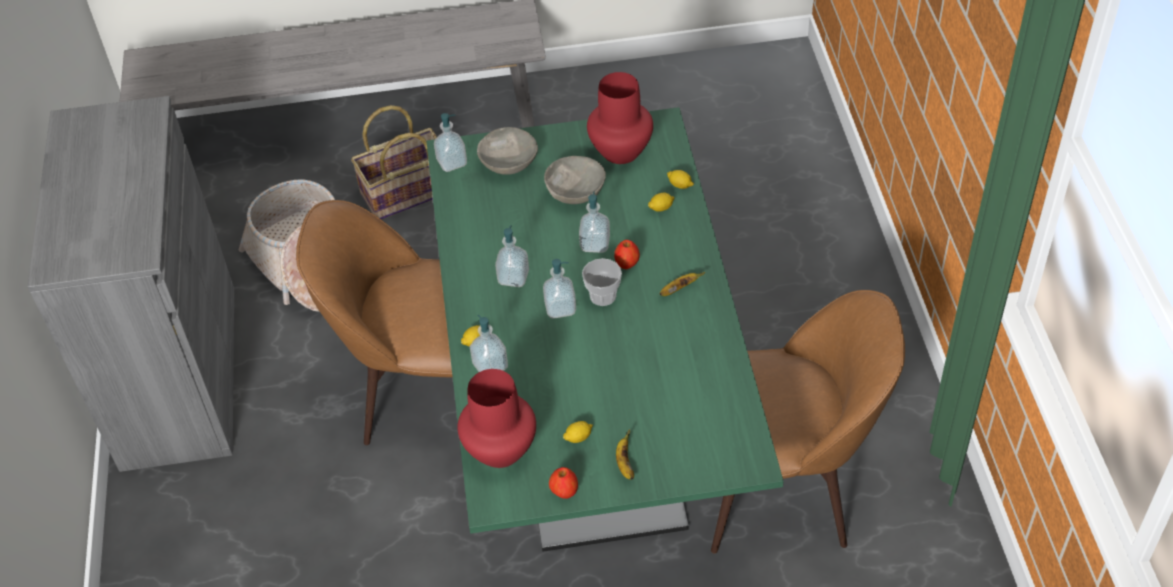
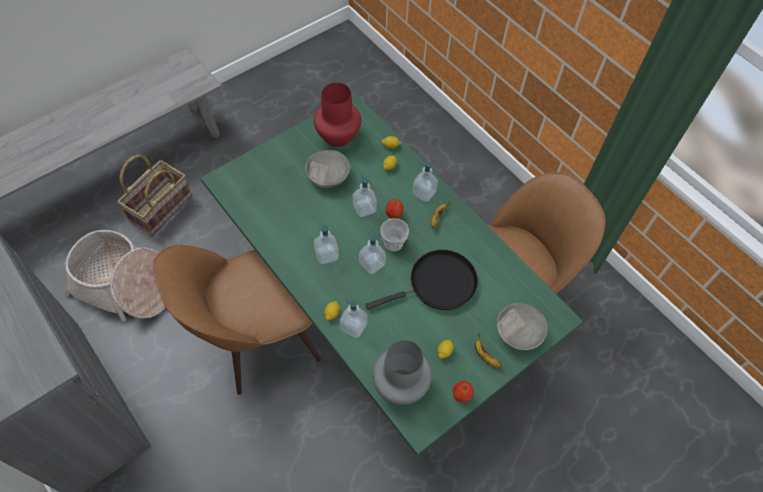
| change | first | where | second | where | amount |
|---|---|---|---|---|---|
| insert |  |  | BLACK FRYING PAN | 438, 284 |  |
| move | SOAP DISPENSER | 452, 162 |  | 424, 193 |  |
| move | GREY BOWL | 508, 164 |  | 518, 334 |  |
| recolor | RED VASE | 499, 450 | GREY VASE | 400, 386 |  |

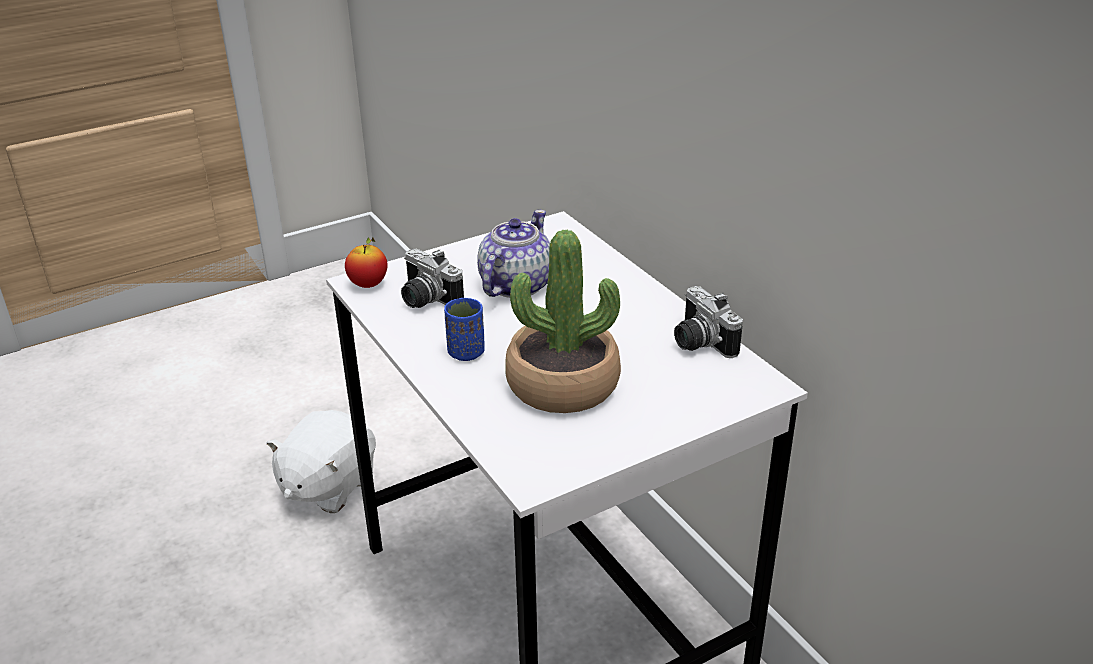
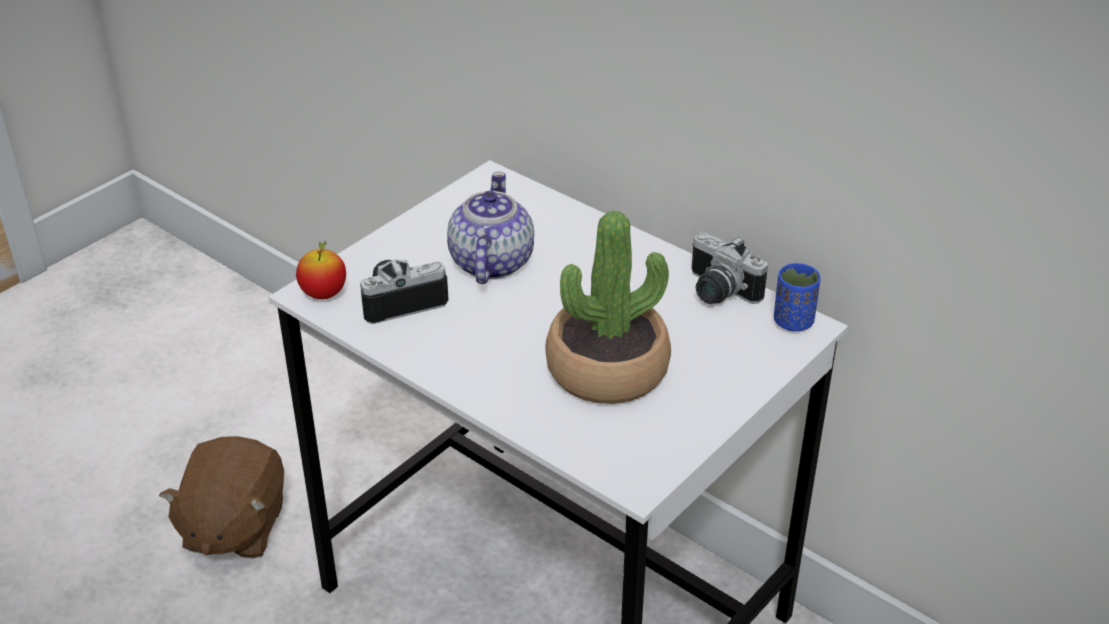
| change | first | where | second | where | amount |
|---|---|---|---|---|---|
| move | BLUE CUP | 466, 353 |  | 793, 322 |  |
| recolor | WHITE PLUSH TOY | 327, 486 | BROWN PLUSH TOY | 233, 527 |  |
| rotate | PHOTO CAMERA | 425, 300 |  | 400, 300 | 135 degrees clockwise |

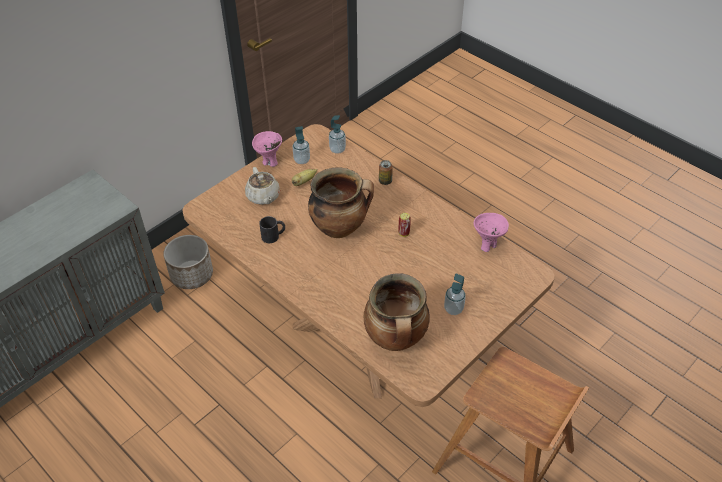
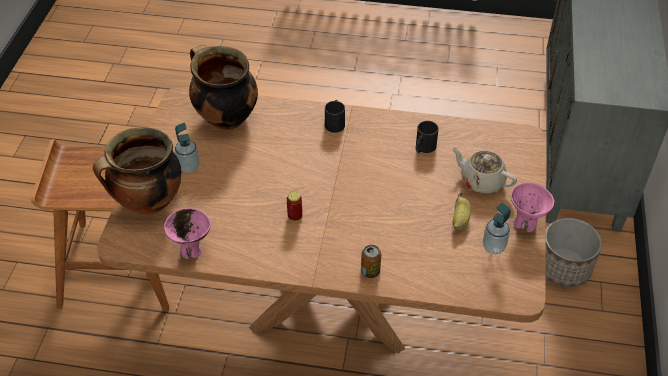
| change | first | where | second | where | amount |
|---|---|---|---|---|---|
| delete | SOAP DISPENSER | 337, 149 |  |  |  |
| insert |  |  | BLACK MUG | 335, 122 |  |
| move | COOKING POT | 340, 228 |  | 148, 203 |  |

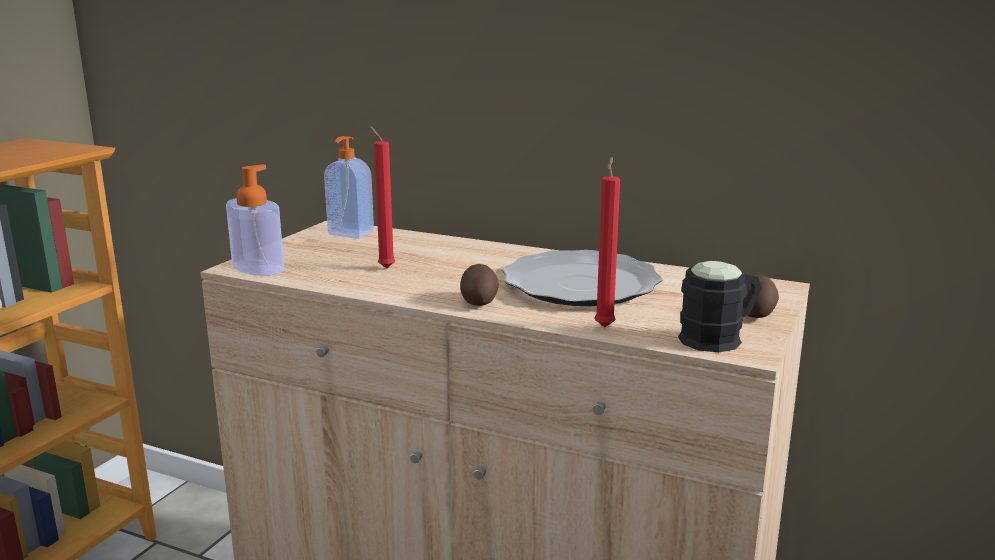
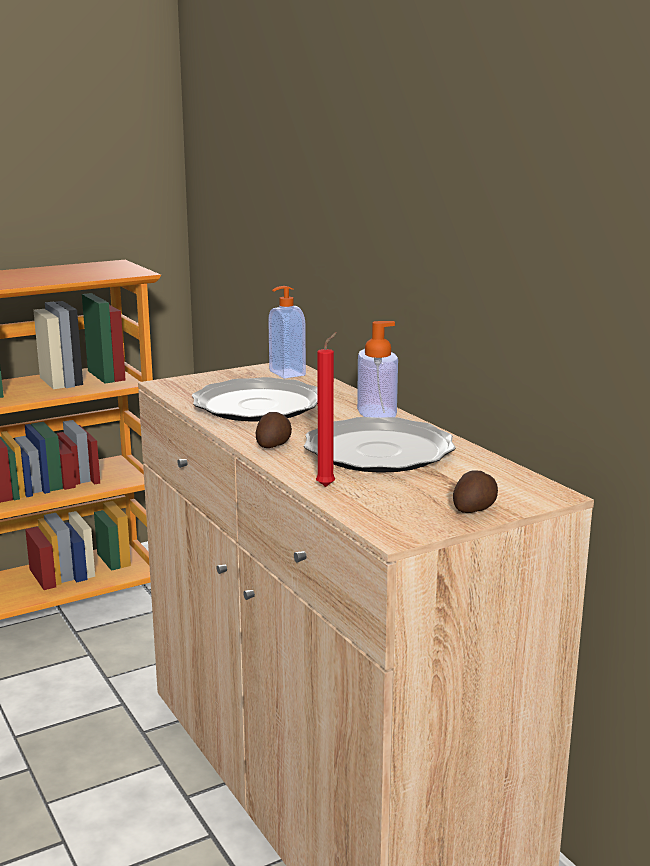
| change | first | where | second | where | amount |
|---|---|---|---|---|---|
| delete | BLACK MUG | 719, 338 |  |  |  |
| move | SOAP DISPENSER | 258, 268 |  | 376, 412 |  |
| replace | RED CANDLE | 384, 267 | PLATE | 259, 405 |  |

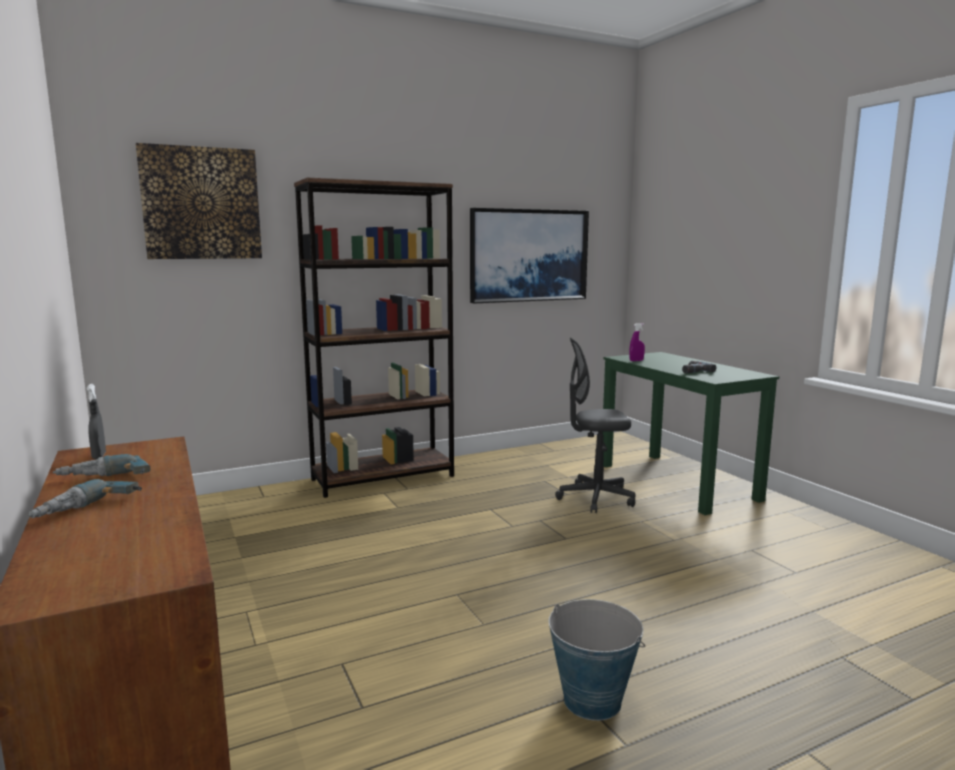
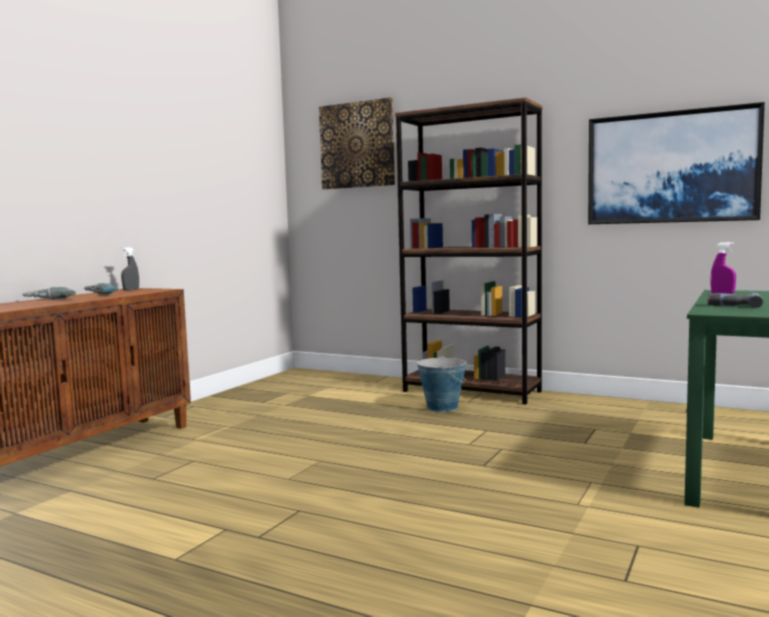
| change | first | where | second | where | amount |
|---|---|---|---|---|---|
| delete | GREY OFFICE CHAIR | 595, 498 |  |  |  |
| move | BUCKET | 591, 700 |  | 442, 407 |  |

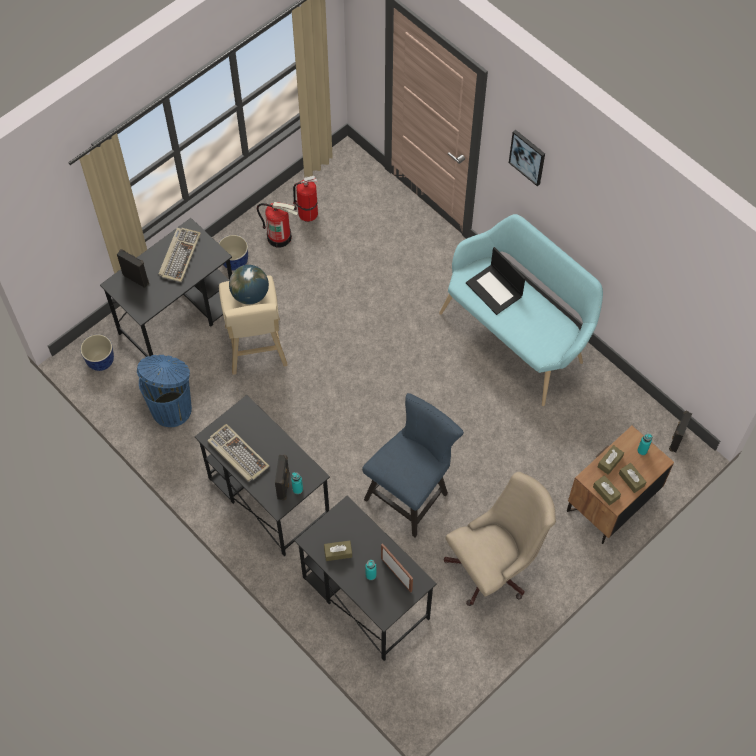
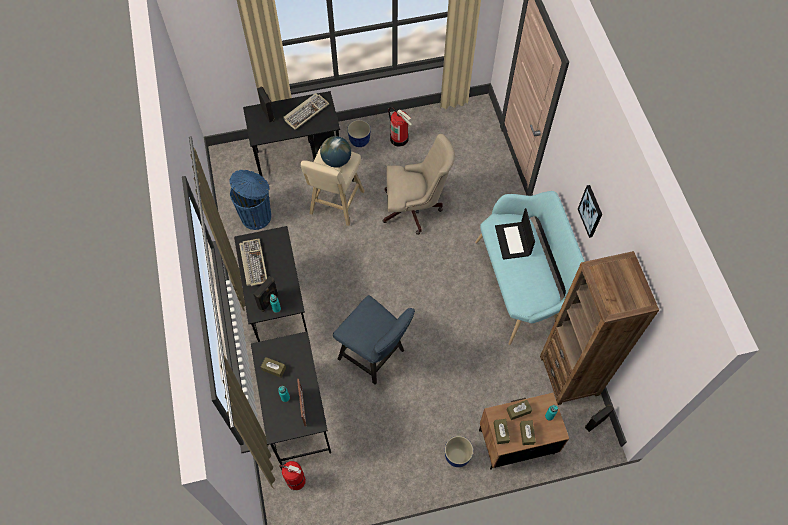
| change | first | where | second | where | amount |
|---|---|---|---|---|---|
| insert |  |  | BROWN BOOKCASE | 569, 375 |  |
| move | PLANTER | 100, 361 |  | 457, 456 |  |
| move | FIRE EXTINGUISHER | 307, 213 |  | 295, 480 |  |
| move | BEIGE OFFICE CHAIR | 494, 566 |  | 415, 209 |  |
| move | PICTURE | 527, 157 |  | 591, 211 |  |
| rotate | BLUE CHAIR | 411, 493 |  | 375, 356 | 60 degrees clockwise |

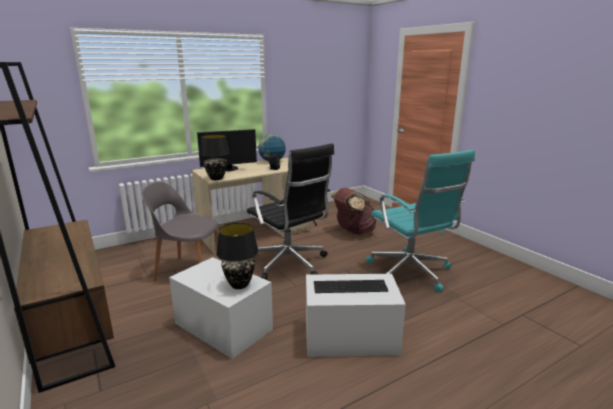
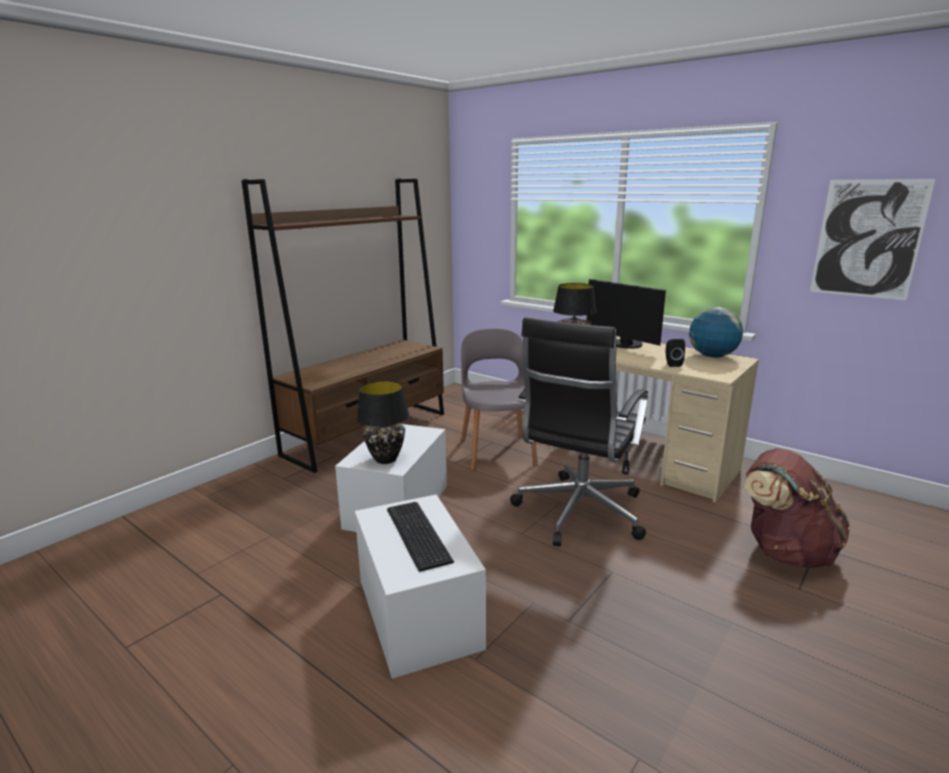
| change | first | where | second | where | amount |
|---|---|---|---|---|---|
| delete | TURQUOISE OFFICE CHAIR | 410, 273 |  |  |  |
| insert |  |  | PICTURE | 868, 239 |  |

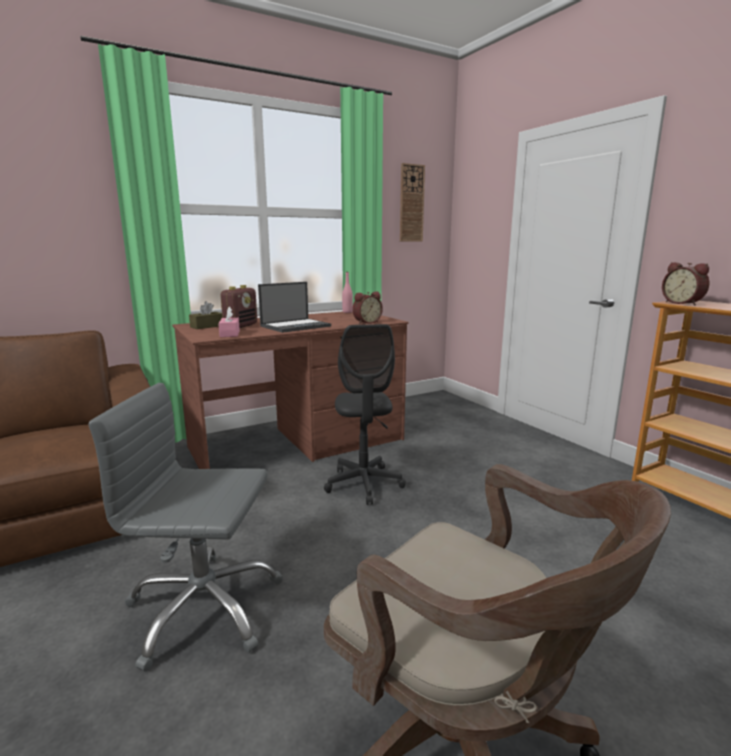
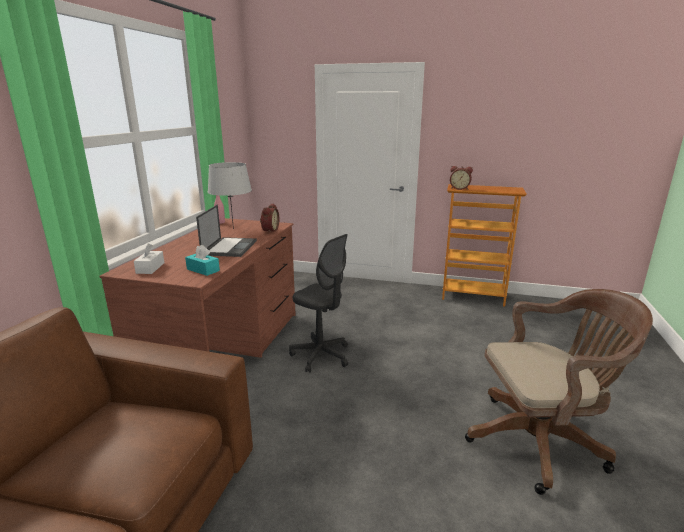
| change | first | where | second | where | amount |
|---|---|---|---|---|---|
| delete | GREY OFFICE CHAIR | 204, 609 |  |  |  |
| delete | RADIO | 240, 326 |  |  |  |
| delete | WALL CLOCK | 411, 203 |  |  |  |
| insert |  |  | GREY TABLE LAMP | 233, 229 |  |
| recolor | BROWN TISSUE BOX | 207, 326 | WHITE TISSUE BOX | 150, 268 |  |
| recolor | PINK TISSUE BOX | 229, 334 | TURQUOISE TISSUE BOX | 203, 270 |  |

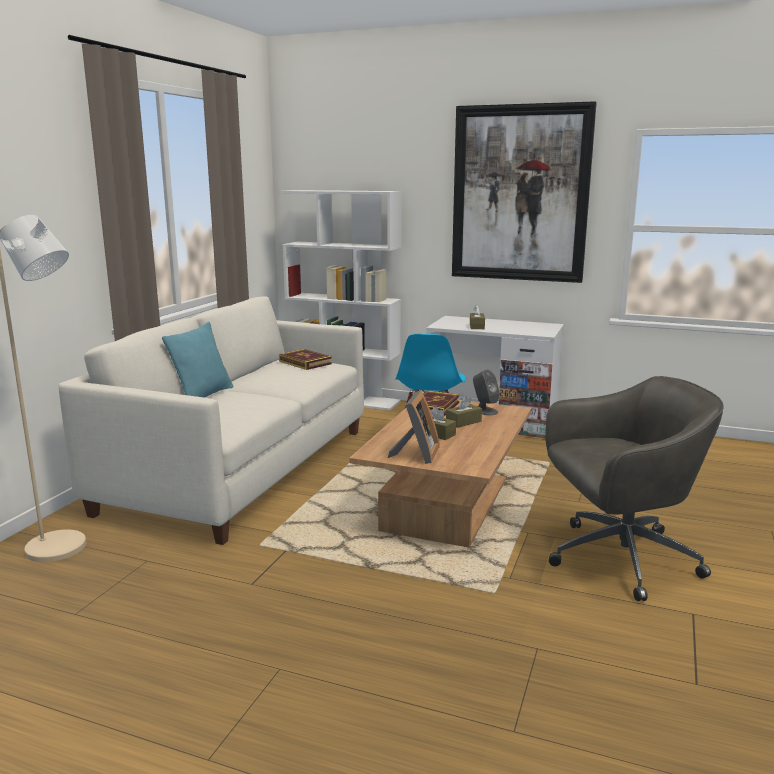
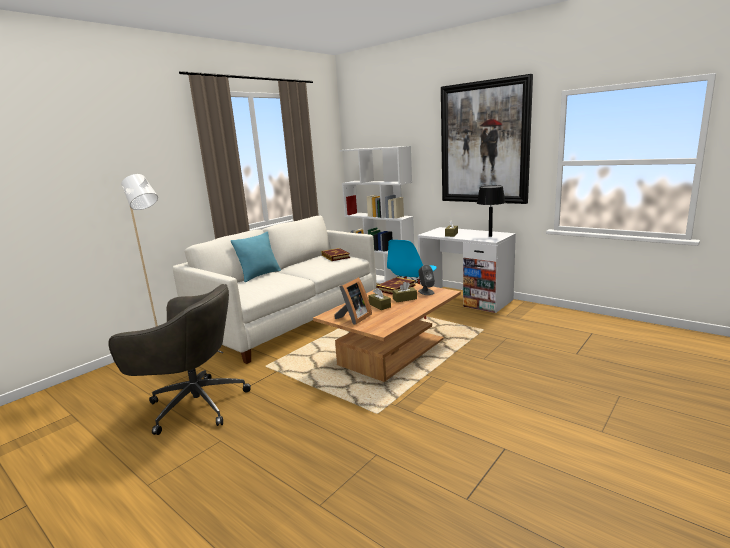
| change | first | where | second | where | amount |
|---|---|---|---|---|---|
| insert |  |  | BLACK TABLE LAMP | 490, 236 |  |
| move | GREY OFFICE CHAIR | 618, 559 |  | 194, 404 |  |

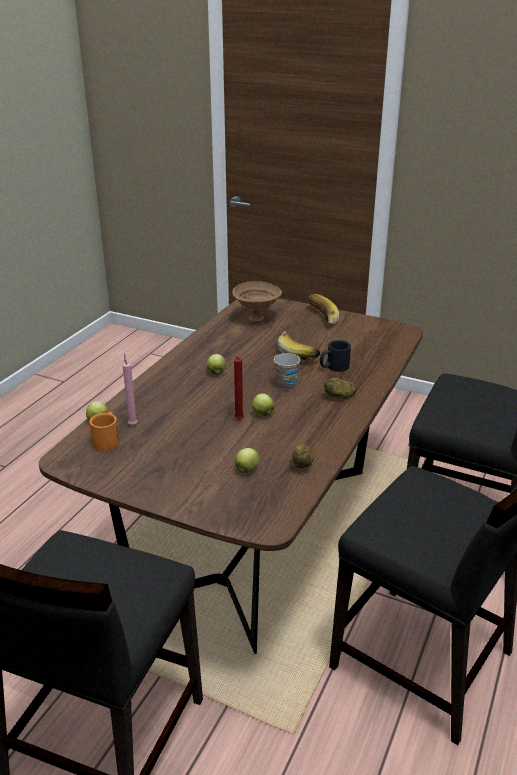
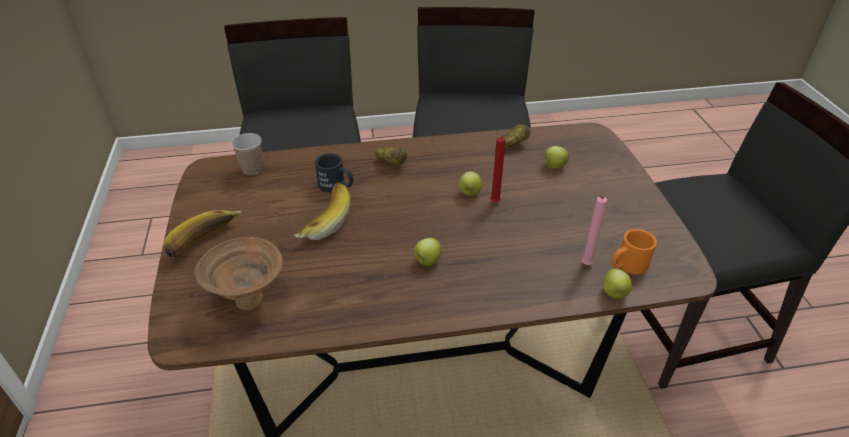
| change | first | where | second | where | amount |
|---|---|---|---|---|---|
| move | CUP | 286, 385 |  | 252, 169 |  |

